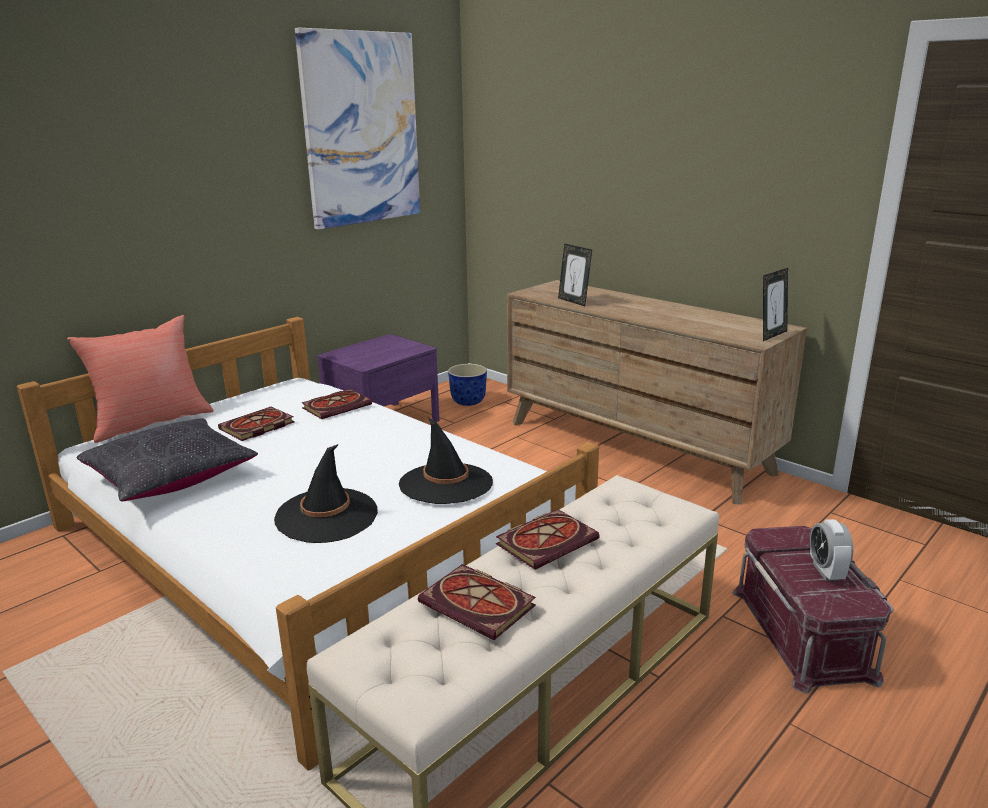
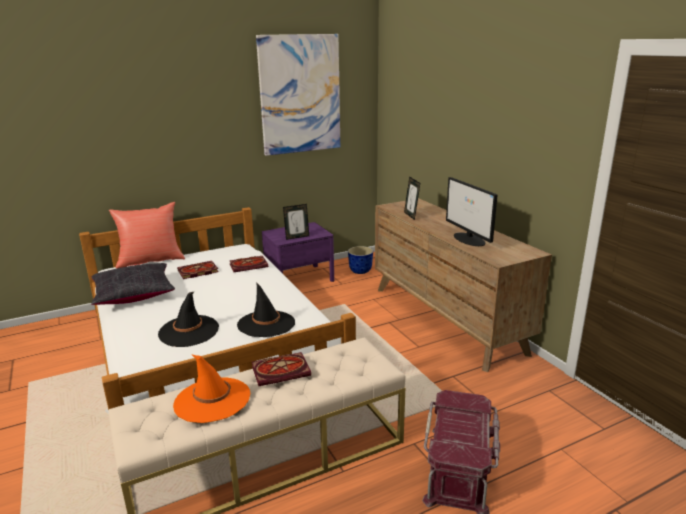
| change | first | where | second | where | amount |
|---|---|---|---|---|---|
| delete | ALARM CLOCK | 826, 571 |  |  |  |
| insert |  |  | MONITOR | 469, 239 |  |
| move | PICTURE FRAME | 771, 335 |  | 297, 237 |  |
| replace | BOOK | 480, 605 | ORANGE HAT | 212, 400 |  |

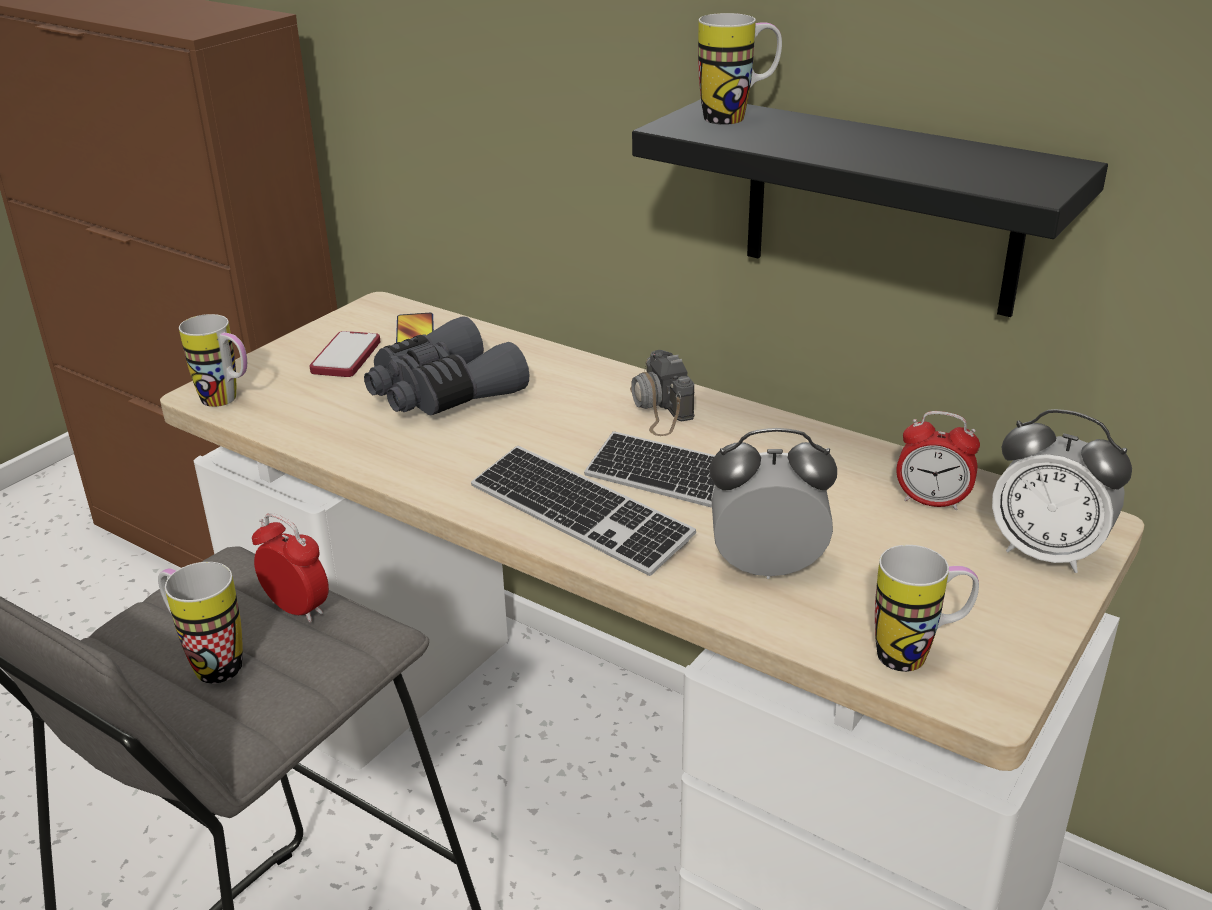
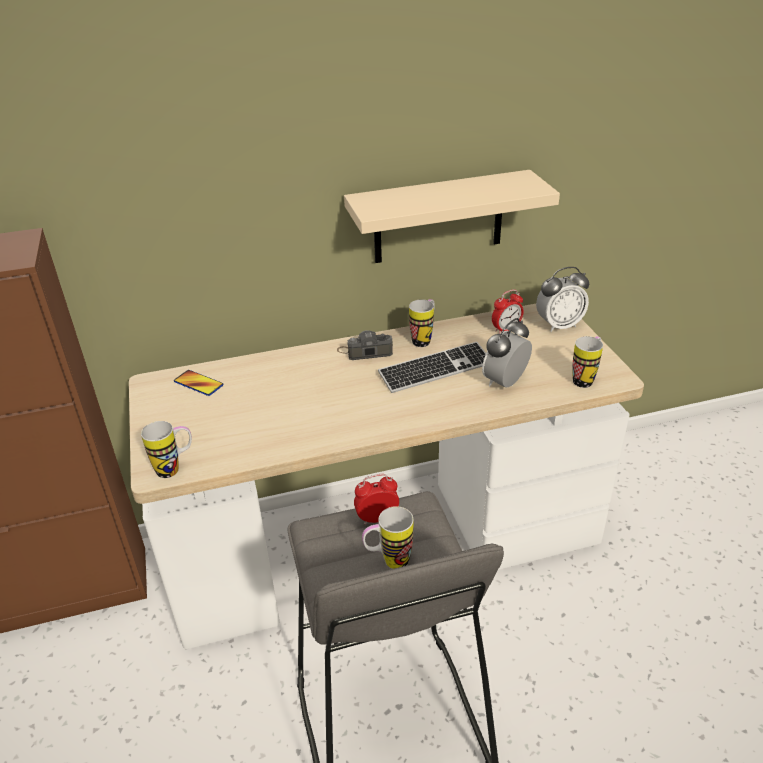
| change | first | where | second | where | amount |
|---|---|---|---|---|---|
| delete | PHONE | 346, 357 |  |  |  |
| delete | GREY BINOCULARS | 442, 393 |  |  |  |
| delete | KEYBOARD | 579, 513 |  |  |  |
| move | MUG | 737, 118 |  | 424, 339 |  |
| recolor | BLACK SHELF | 881, 207 | BEIGE SHELF | 438, 217 |  |
| rotate | PHOTO CAMERA | 660, 407 |  | 365, 351 | 150 degrees clockwise |

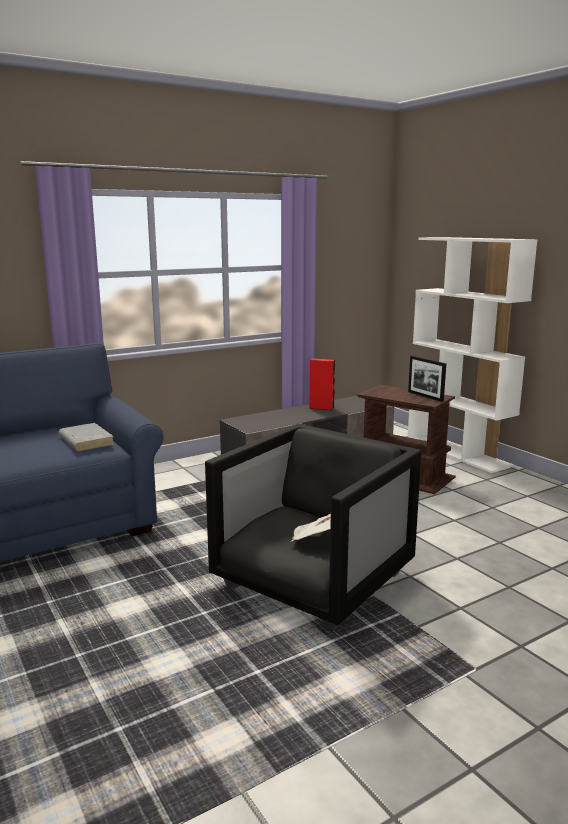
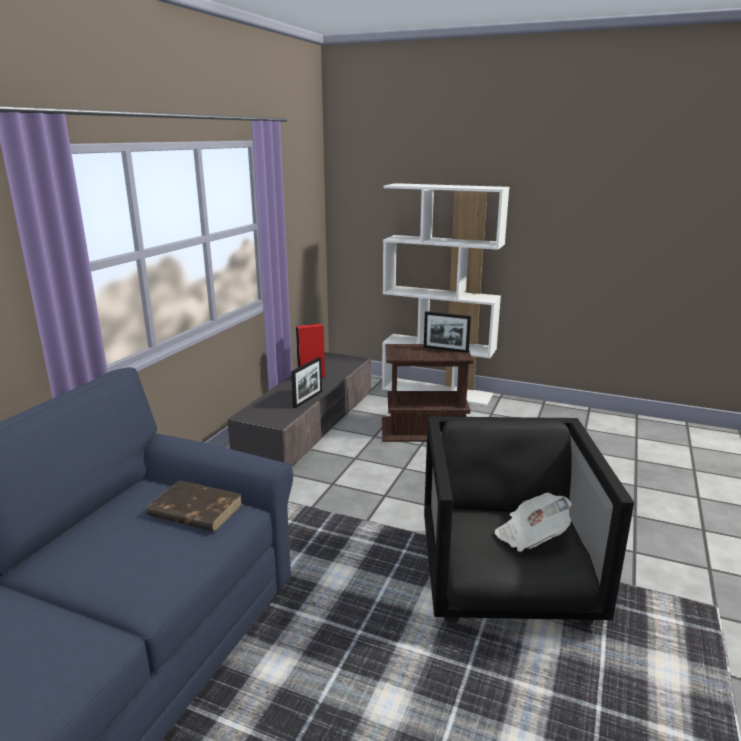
| change | first | where | second | where | amount |
|---|---|---|---|---|---|
| insert |  |  | PICTURE FRAME | 308, 399 |  |
| recolor | GREY BOOK | 85, 440 | BROWN BOOK | 195, 510 |  |

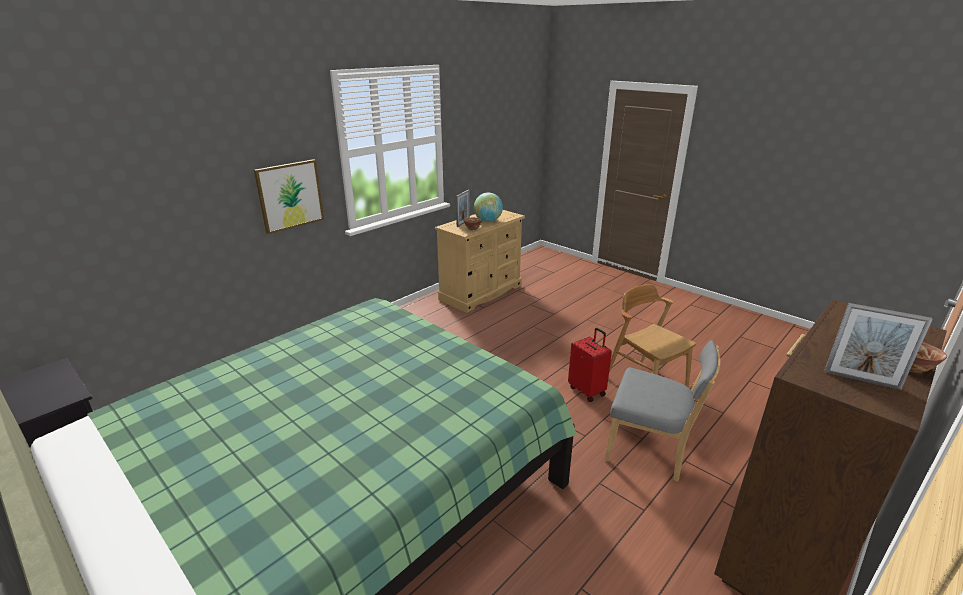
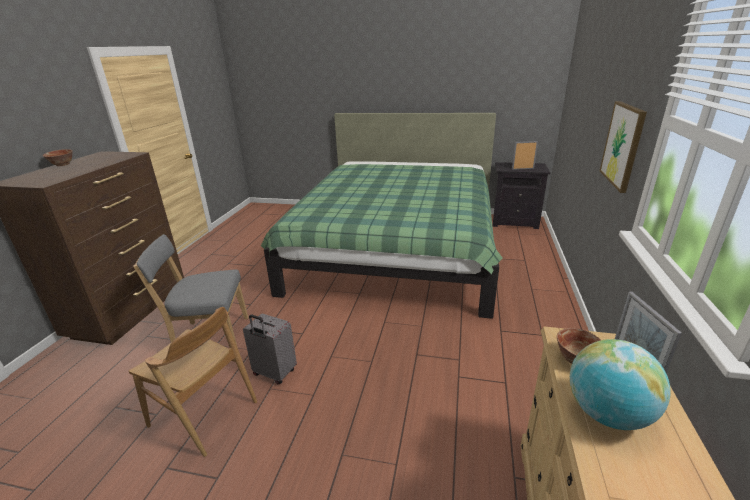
| change | first | where | second | where | amount |
|---|---|---|---|---|---|
| move | PICTURE FRAME | 861, 380 |  | 522, 169 |  |
| recolor | RED SUITCASE | 587, 391 | GREY SUITCASE | 274, 373 |  |

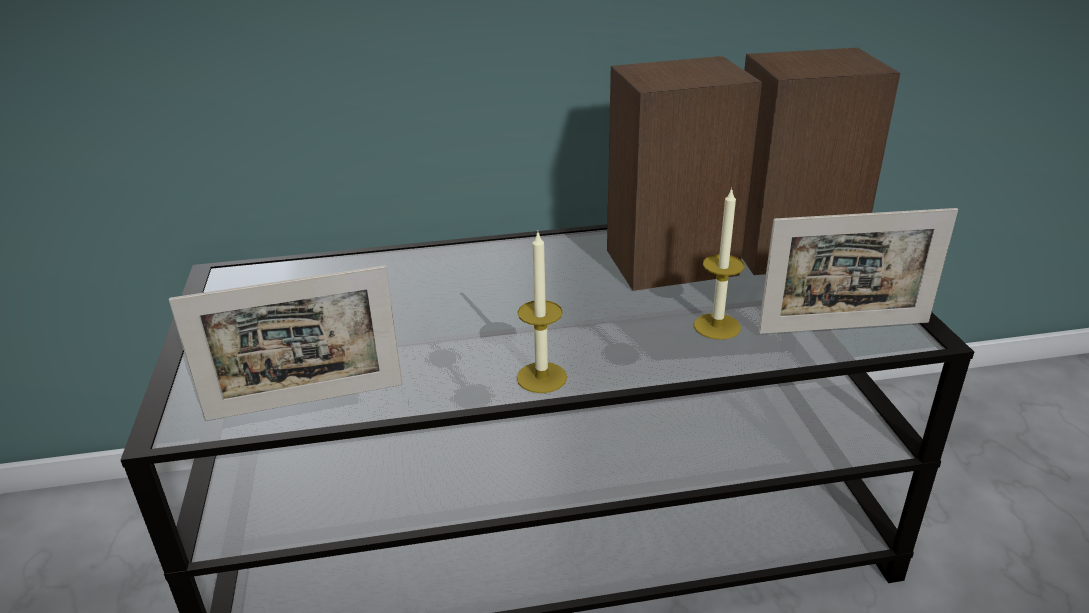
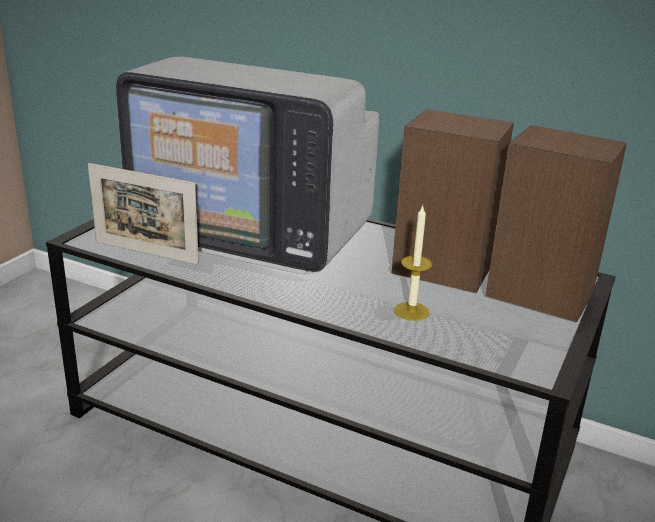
| change | first | where | second | where | amount |
|---|---|---|---|---|---|
| delete | CANDLE | 541, 377 |  |  |  |
| delete | PICTURE FRAME | 843, 327 |  |  |  |
| insert |  |  | TELEVISION | 253, 234 |  |

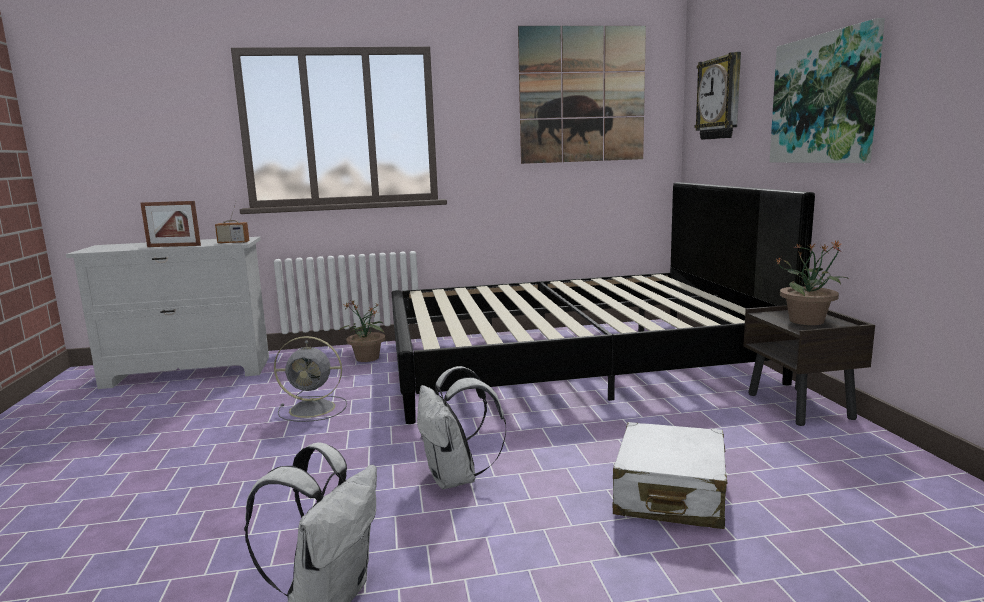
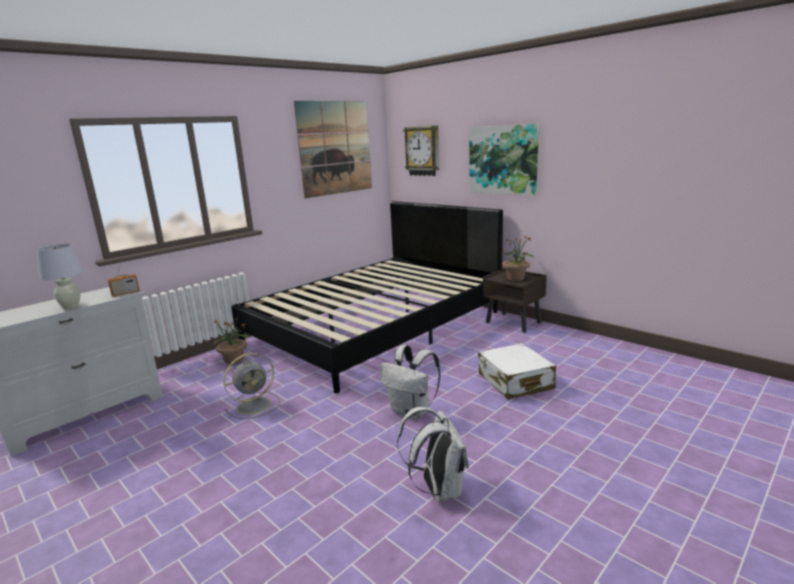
| change | first | where | second | where | amount |
|---|---|---|---|---|---|
| replace | PICTURE FRAME | 174, 246 | WHITE TABLE LAMP | 70, 307 |  |

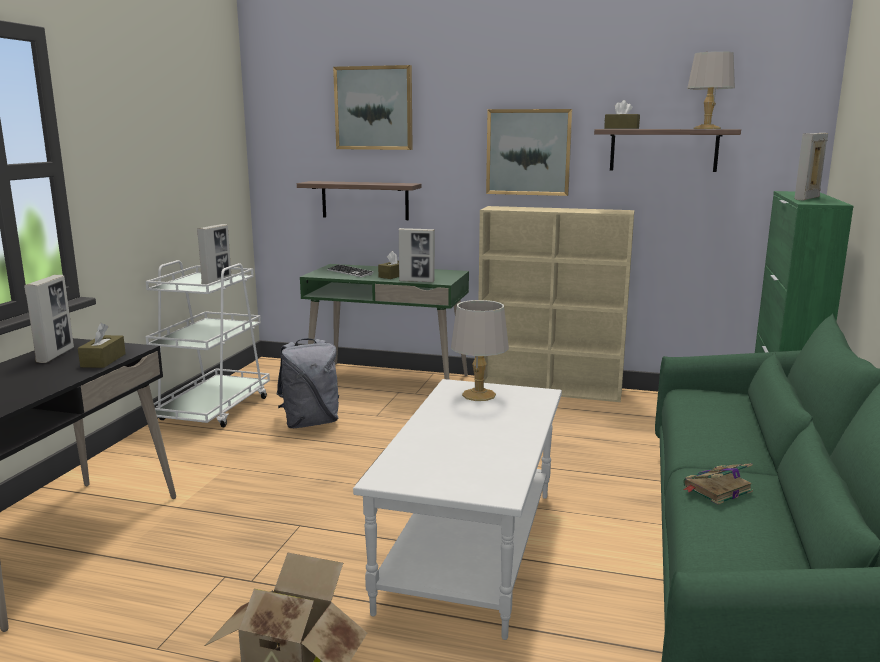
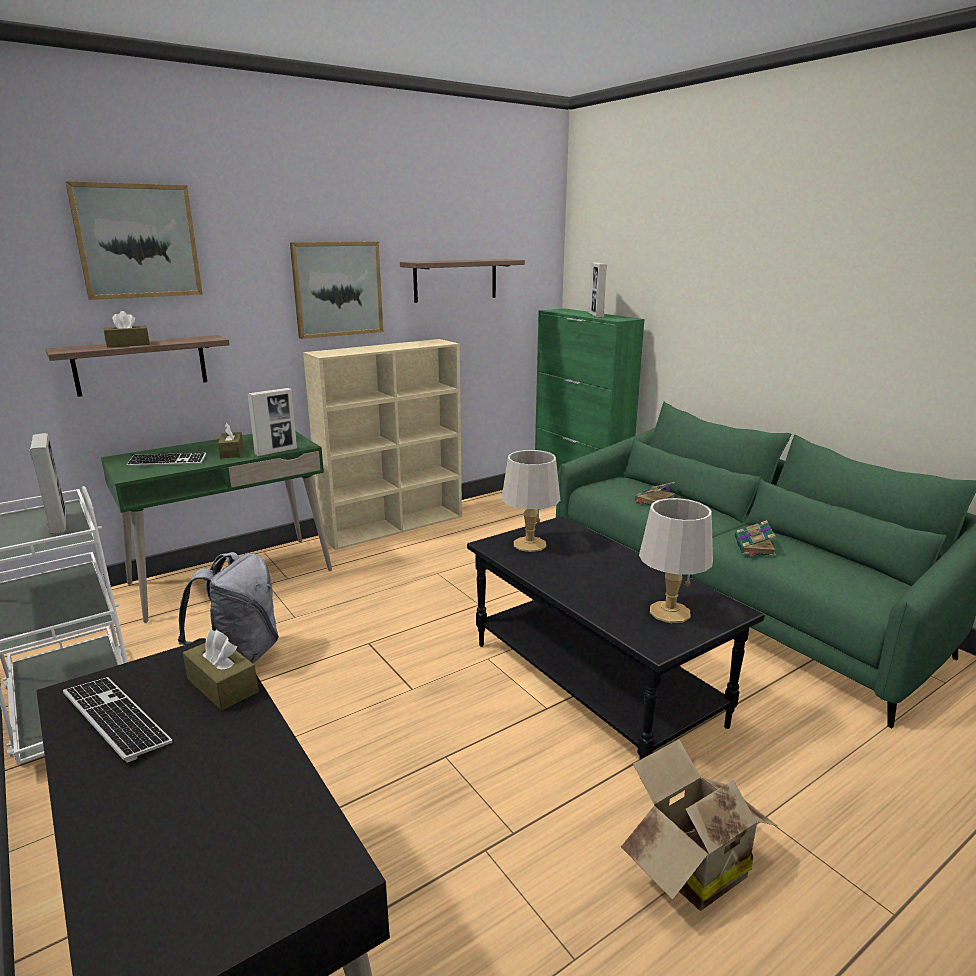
| change | first | where | second | where | amount |
|---|---|---|---|---|---|
| insert |  |  | BOOK | 654, 500 |  |
| move | BROWN TISSUE BOX | 621, 128 |  | 128, 344 |  |
| move | GREY TABLE LAMP | 707, 128 |  | 669, 612 |  |
| replace | PICTURE FRAME | 55, 355 | KEYBOARD | 116, 719 |  |
| recolor | WHITE COFFEE TABLE | 472, 549 | BLACK COFFEE TABLE | 595, 682 |  |

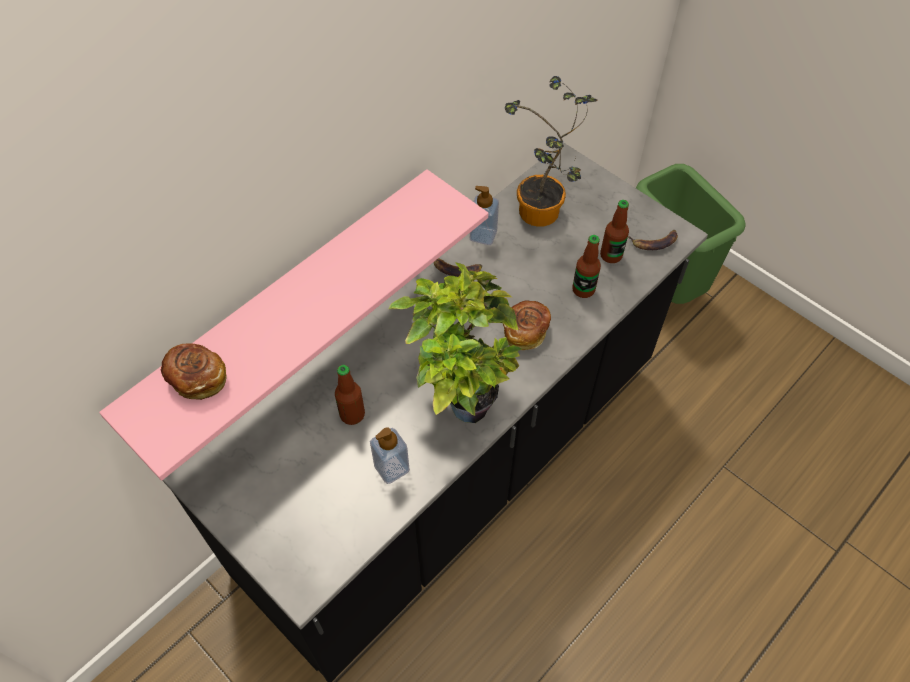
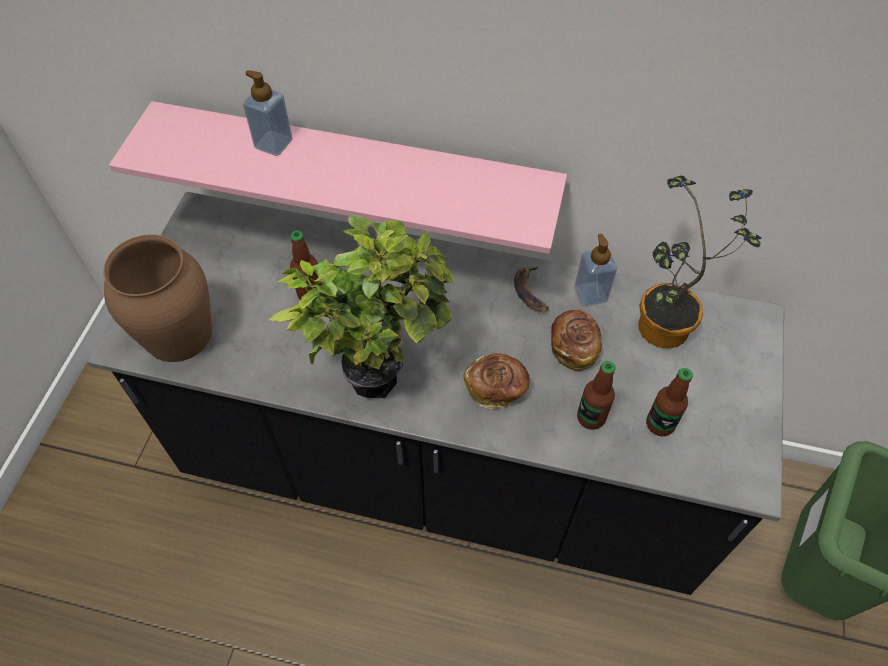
| change | first | where | second | where | amount |
|---|---|---|---|---|---|
| delete | BANANA | 654, 242 |  |  |  |
| insert |  |  | BROWN VASE | 178, 334 |  |
| move | BREAD | 197, 378 |  | 573, 347 |  |
| move | SOAP DISPENSER | 391, 468 |  | 273, 144 |  |

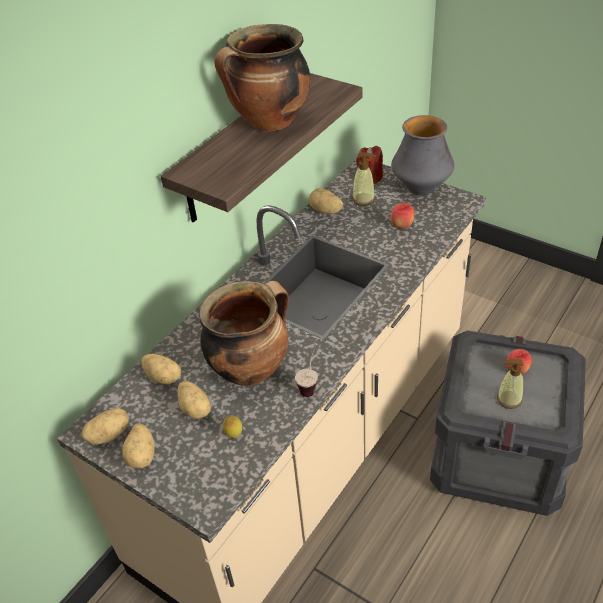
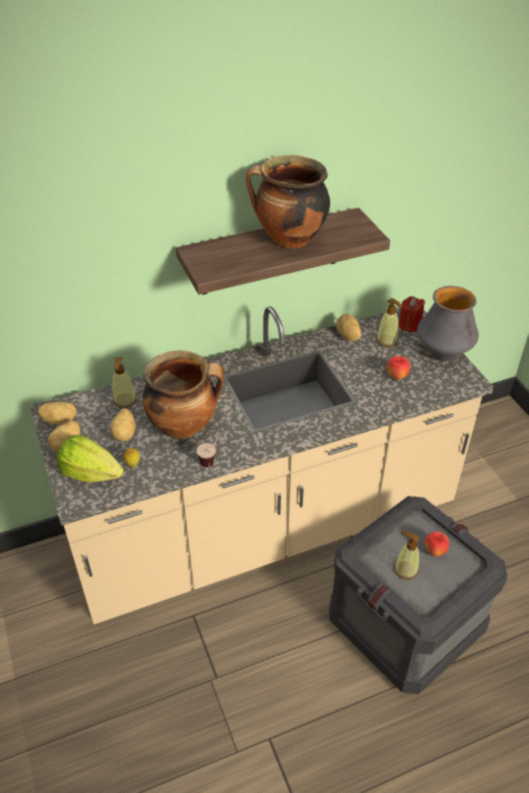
| change | first | where | second | where | amount |
|---|---|---|---|---|---|
| insert |  |  | LETTUCE | 91, 473 |  |
| replace | POTATO | 164, 377 | SOAP DISPENSER | 125, 400 |  |

